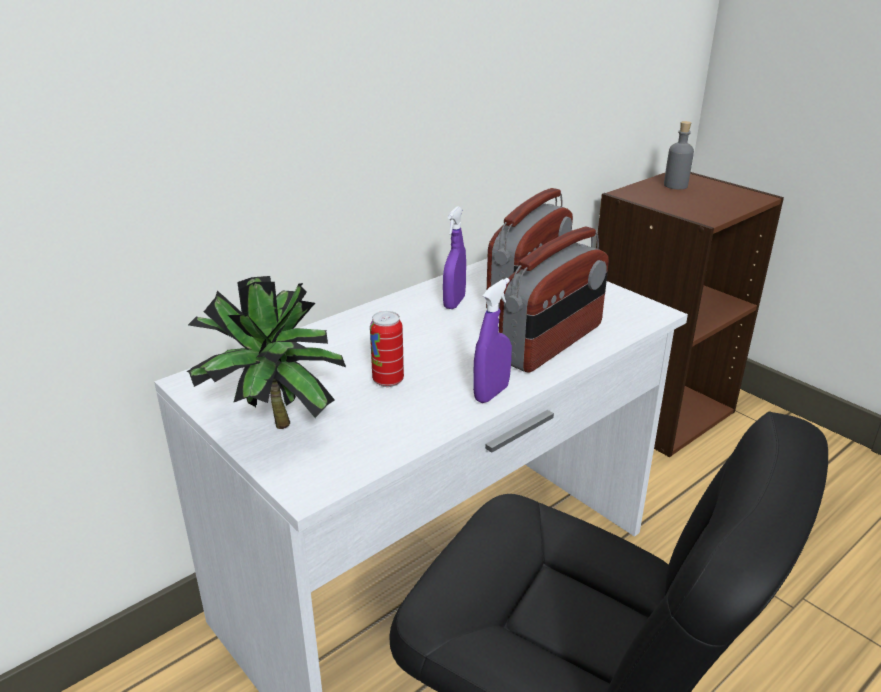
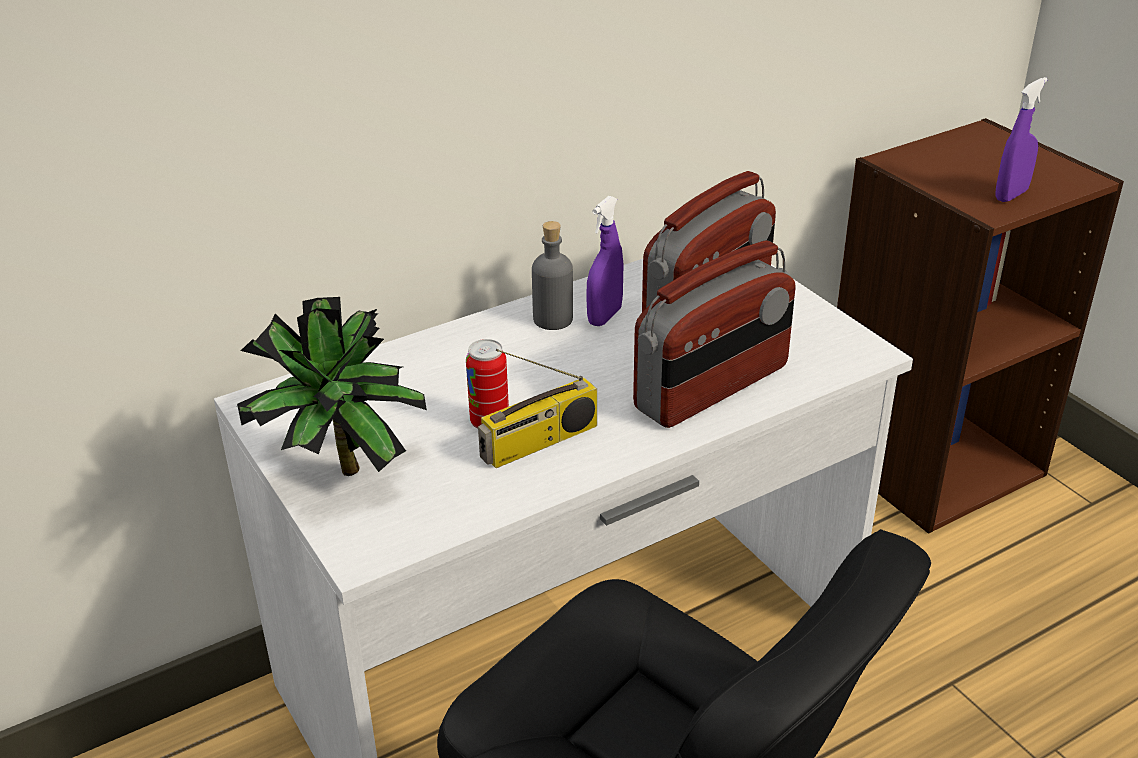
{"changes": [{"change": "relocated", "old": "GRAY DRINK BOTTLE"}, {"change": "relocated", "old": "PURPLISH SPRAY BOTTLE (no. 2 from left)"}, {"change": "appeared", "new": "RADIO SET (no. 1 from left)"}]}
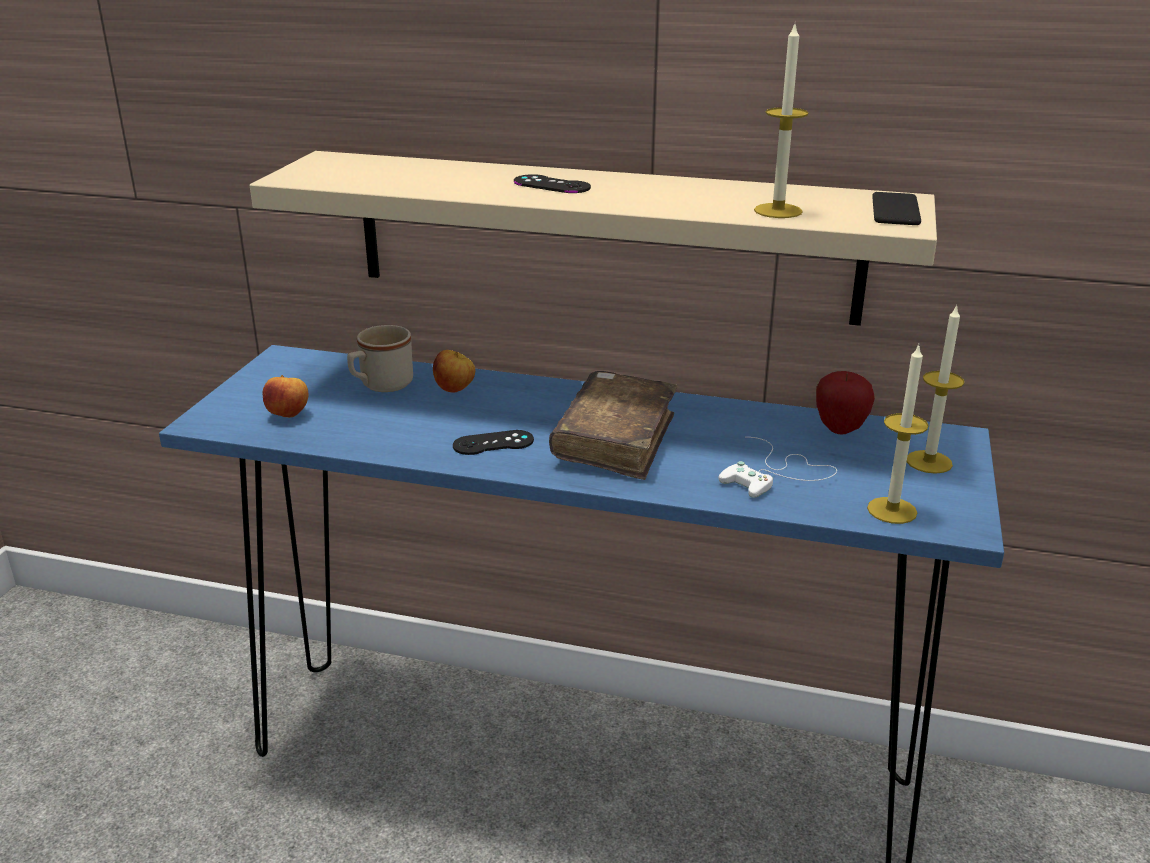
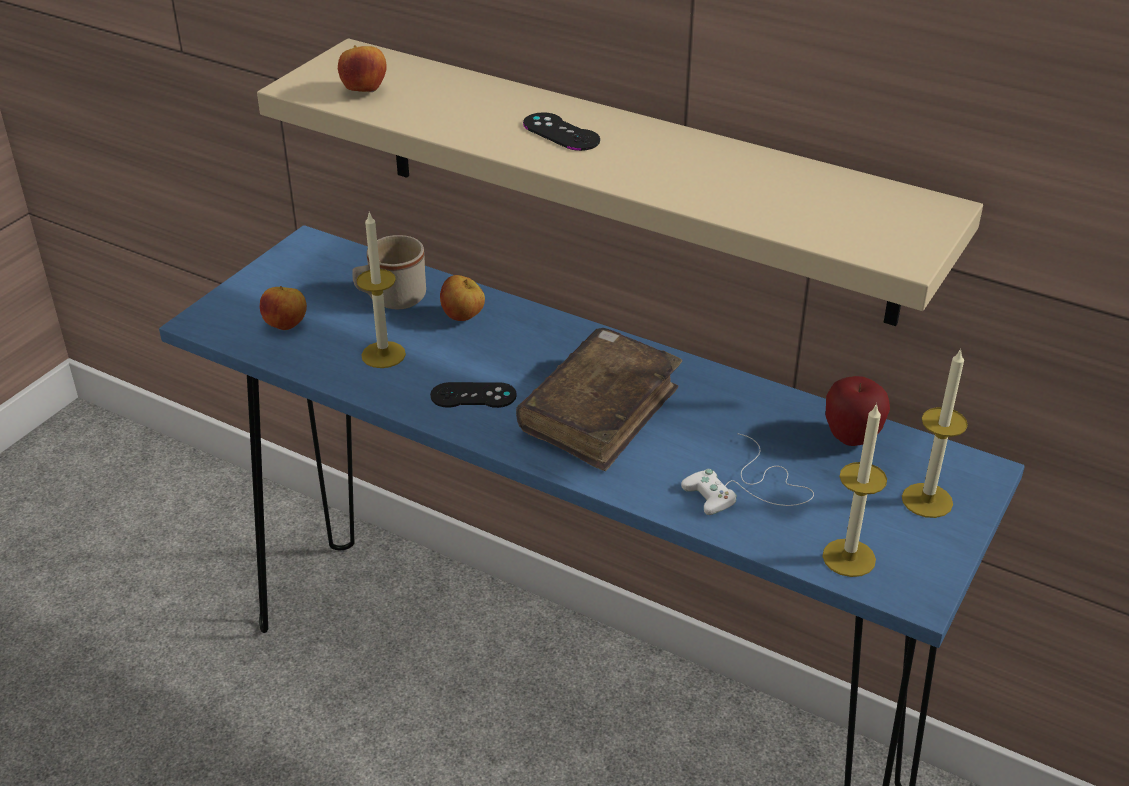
{"changes": [{"change": "relocated", "old": "WAX LIGHT (no. 1 from left)"}, {"change": "missing", "old": "HANDSET"}, {"change": "appeared", "new": "APPLE FRUIT (no. 2 from left)"}]}
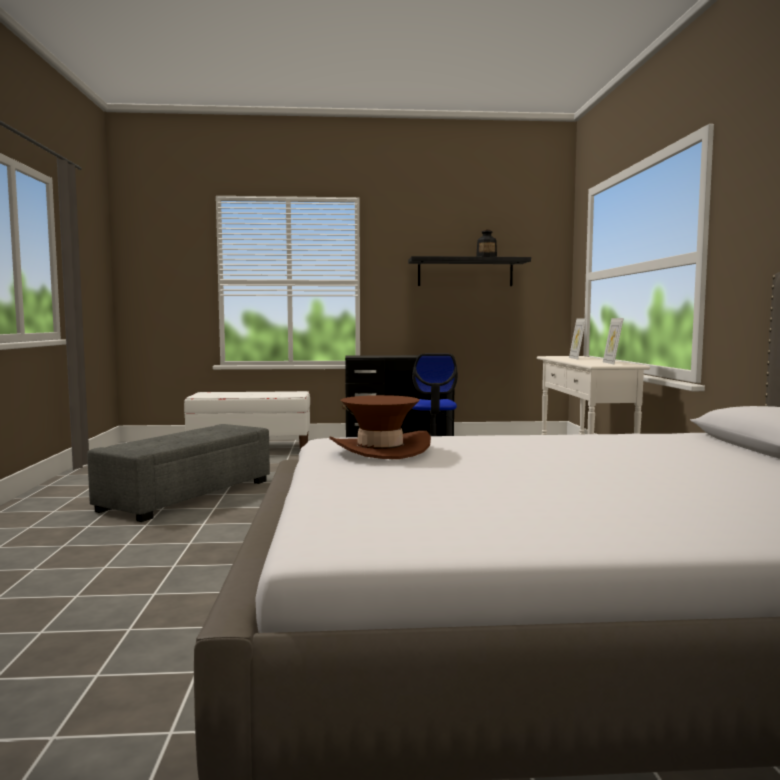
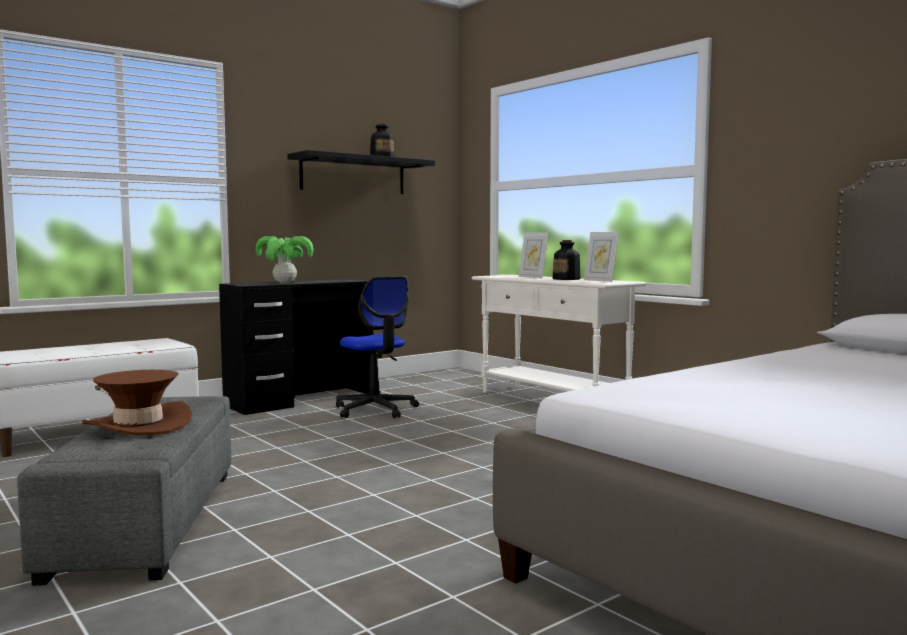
{"changes": [{"change": "relocated", "old": "BROWN-COLOURED CLOTHING HAT"}, {"change": "appeared", "new": "HOUSEPLANT"}, {"change": "appeared", "new": "DRINK BOTTLE (no. 2 from left)"}]}
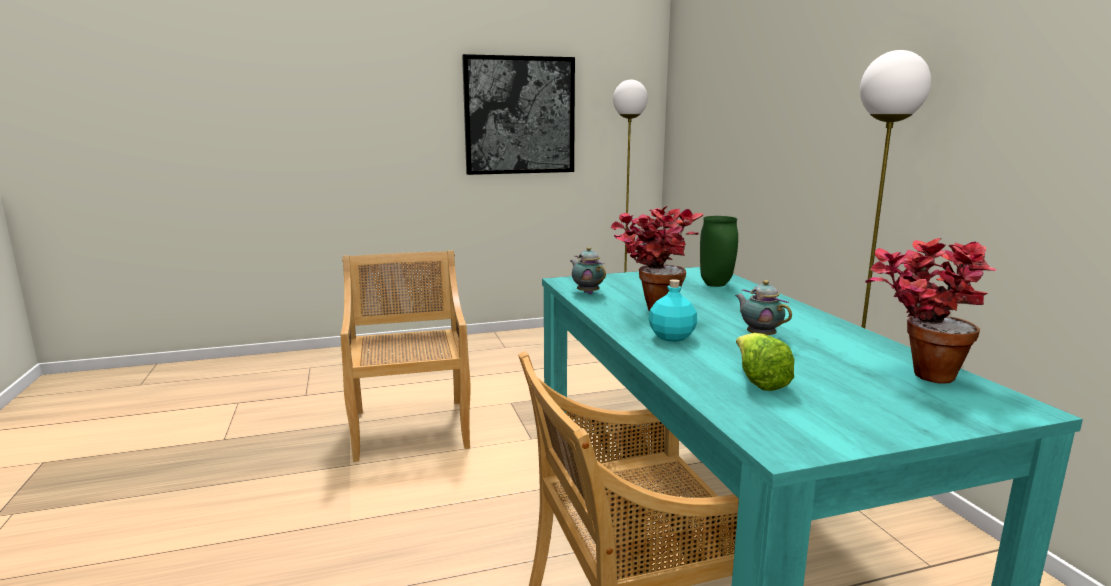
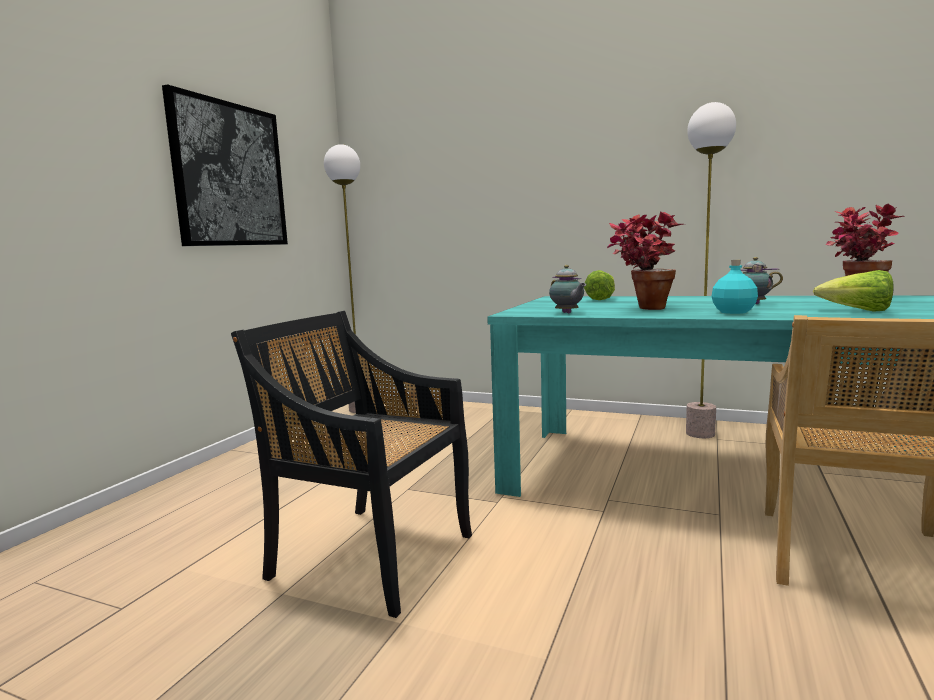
{"changes": [{"change": "exchanged", "old": "GREEN-COLOURED VASE", "new": "HEAD OF LETTUCE (no. 1 from left)"}, {"change": "spun", "old": "POT FOR TEA (no. 1 from left)", "degrees": -120}, {"change": "colour", "old": "BEIGE UPRIGHT CHAIR (no. 1 from left)", "new": "BLACK-COLOURED UPRIGHT CHAIR"}]}
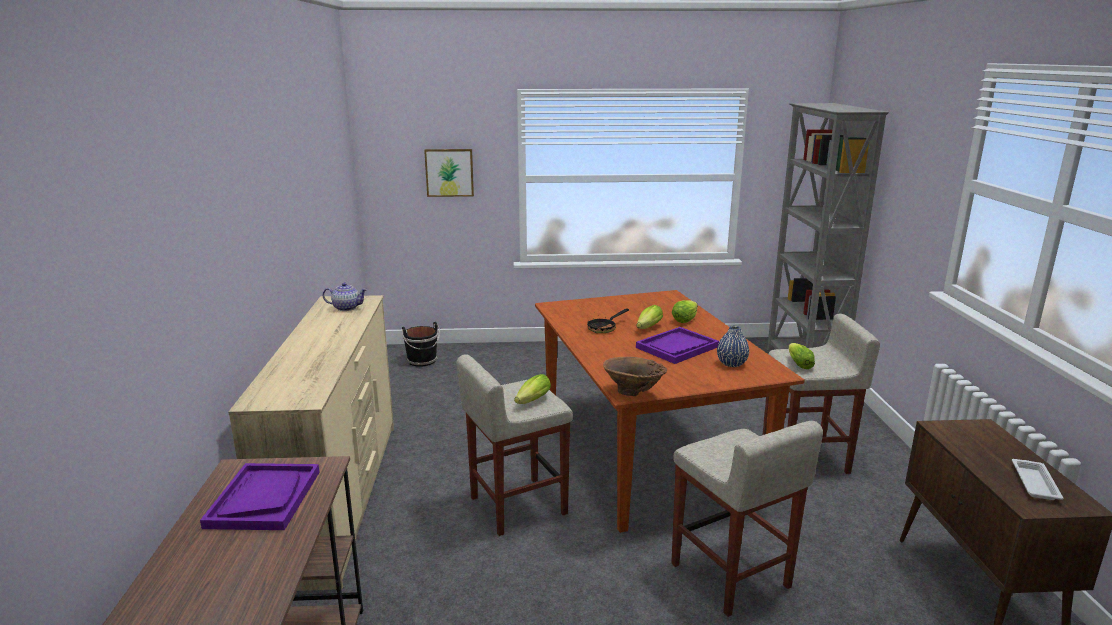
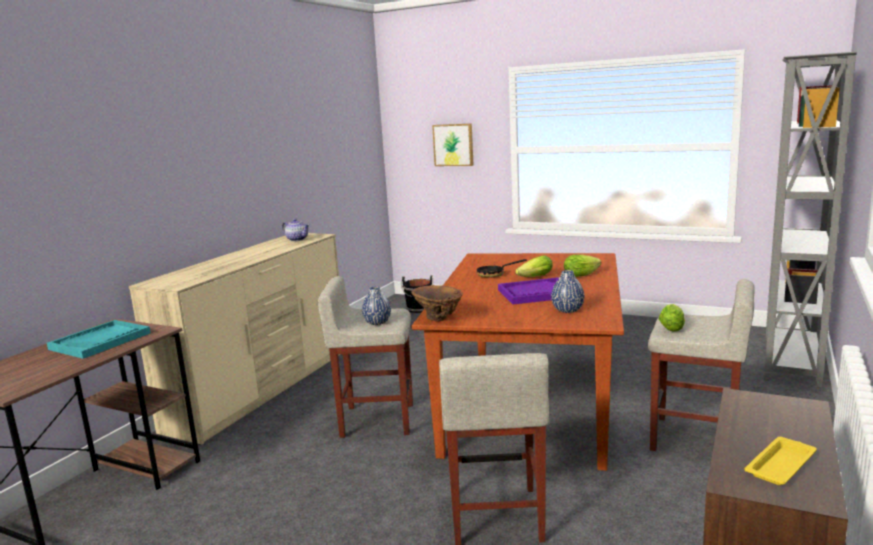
{"changes": [{"change": "exchanged", "old": "HEAD OF LETTUCE (no. 1 from left)", "new": "BLUE-COLOURED VASE (no. 1 from left)"}, {"change": "colour", "old": "WHITE TRAY", "new": "YELLOWISH TRAY"}, {"change": "colour", "old": "PURPLISH TRAY (no. 1 from left)", "new": "TURQUOISE-COLOURED TRAY"}]}
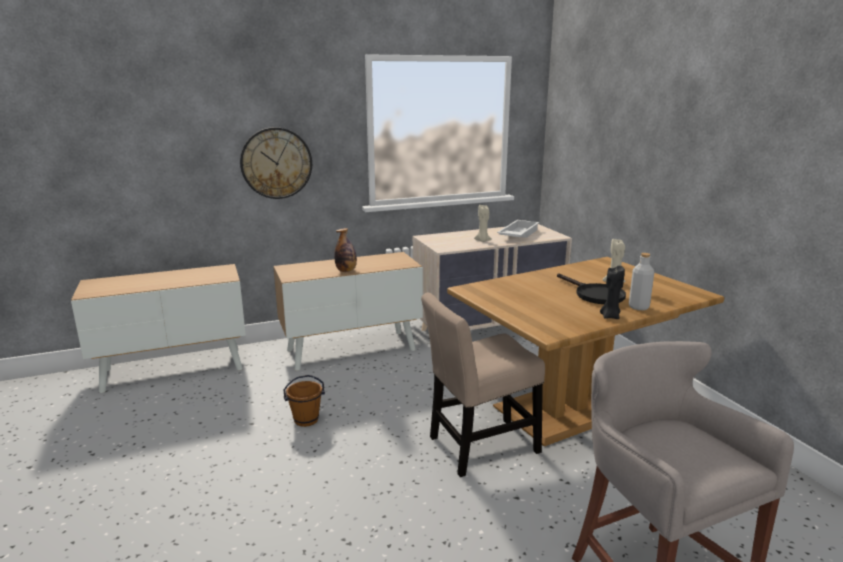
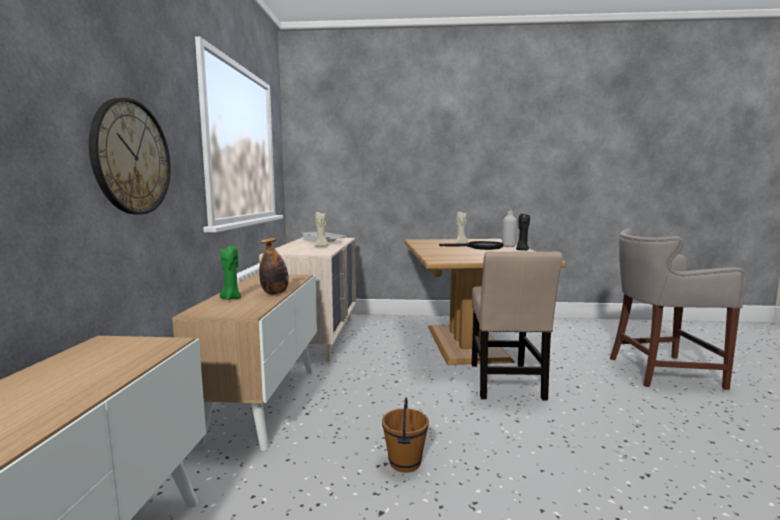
{"changes": [{"change": "appeared", "new": "GREEN-COLOURED WAX LIGHT"}]}
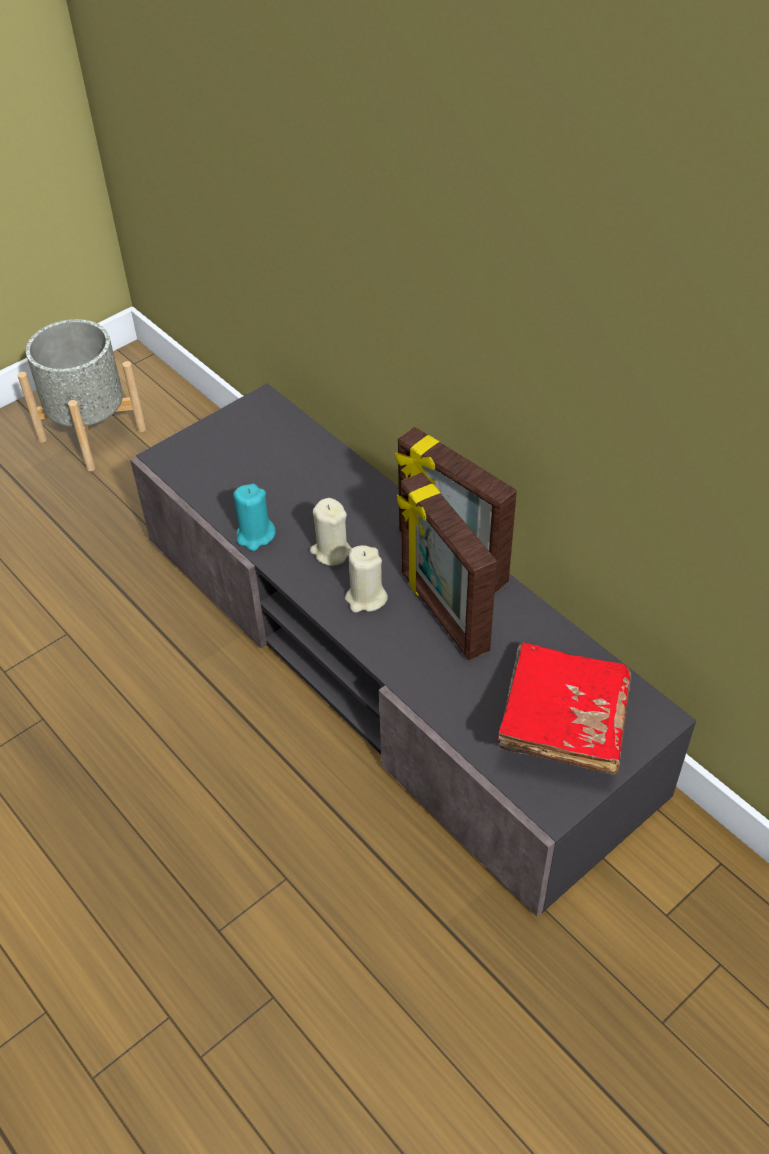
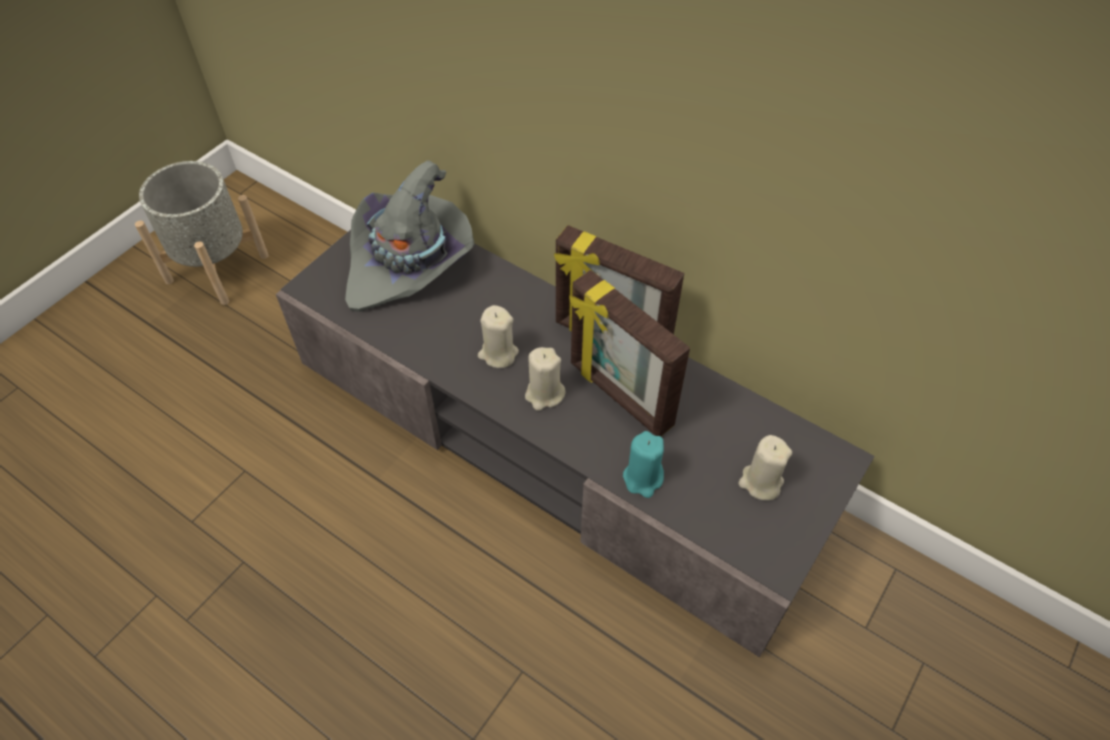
{"changes": [{"change": "relocated", "old": "TURQUOISE-COLOURED WAX LIGHT"}, {"change": "exchanged", "old": "RED BOOK", "new": "BEIGE WAX LIGHT (no. 3 from left)"}, {"change": "appeared", "new": "GRAY CLOTHING HAT"}]}
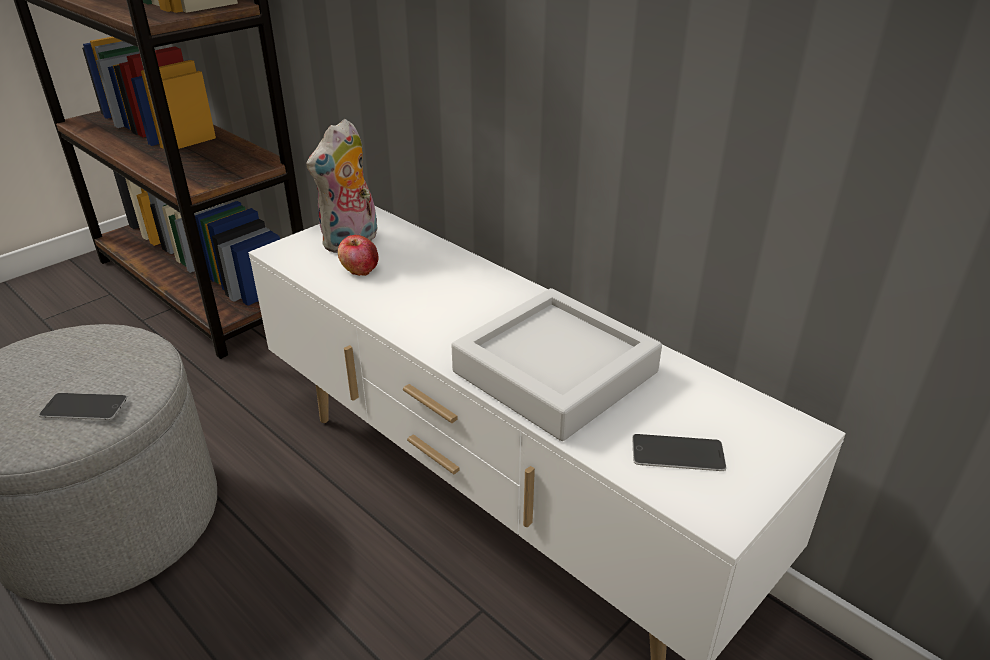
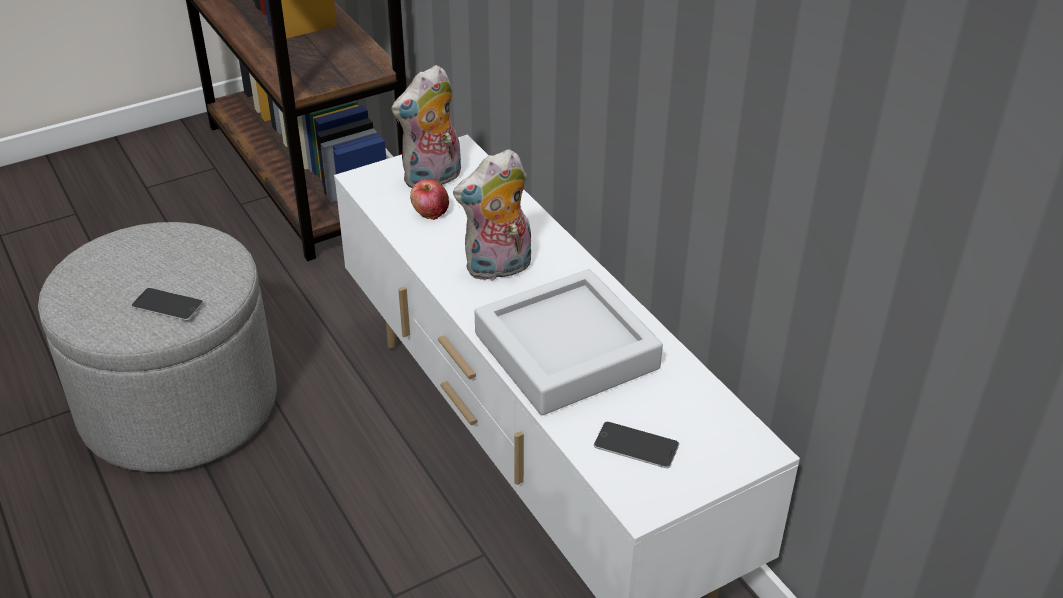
{"changes": [{"change": "appeared", "new": "CUDDLY TOY (no. 2 from left)"}]}
